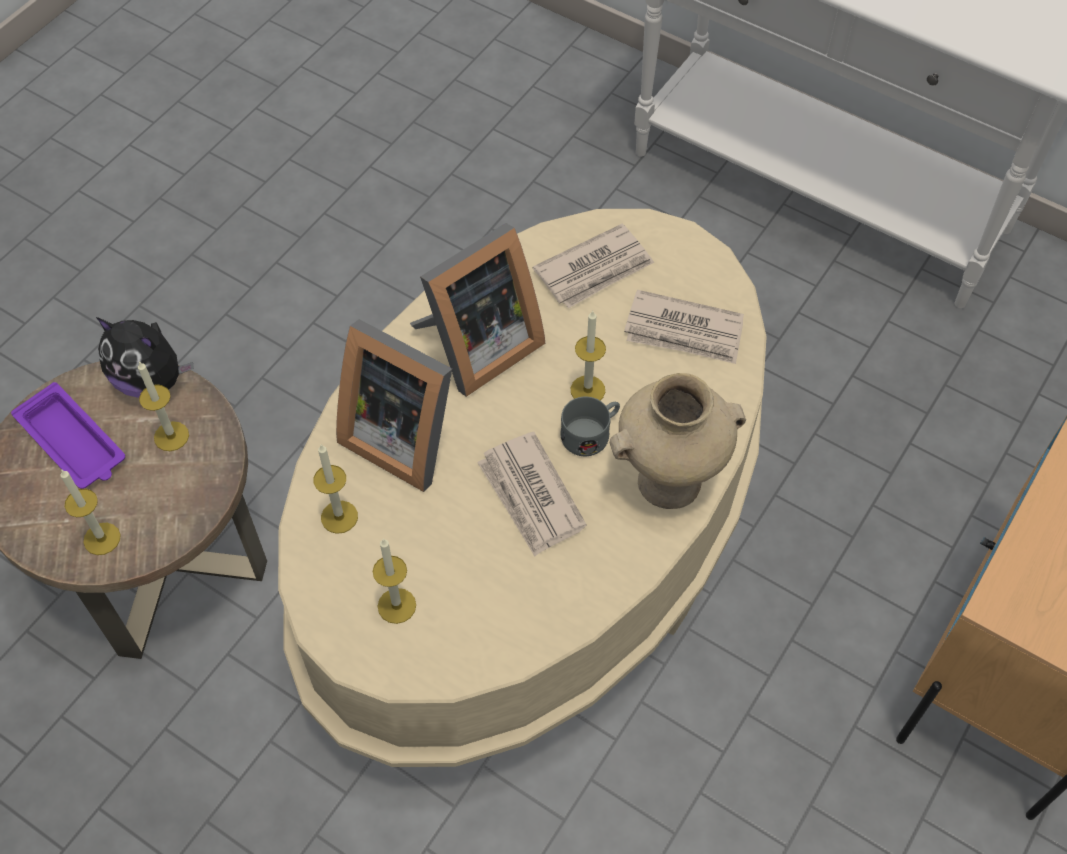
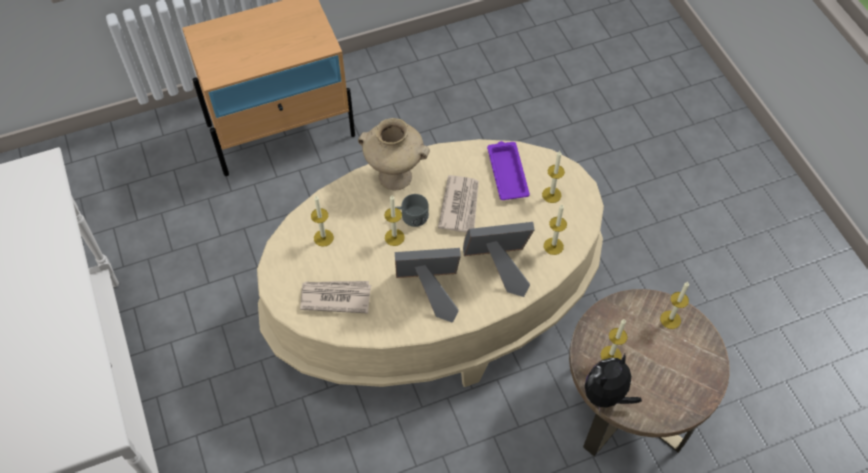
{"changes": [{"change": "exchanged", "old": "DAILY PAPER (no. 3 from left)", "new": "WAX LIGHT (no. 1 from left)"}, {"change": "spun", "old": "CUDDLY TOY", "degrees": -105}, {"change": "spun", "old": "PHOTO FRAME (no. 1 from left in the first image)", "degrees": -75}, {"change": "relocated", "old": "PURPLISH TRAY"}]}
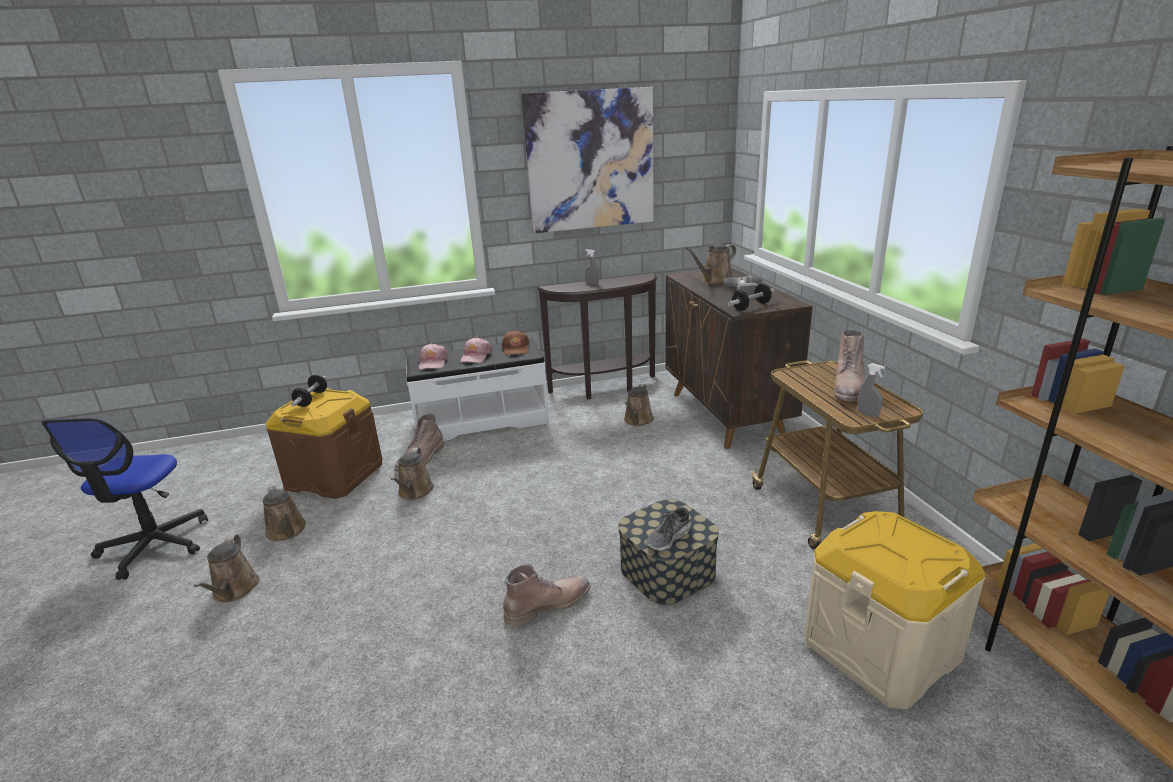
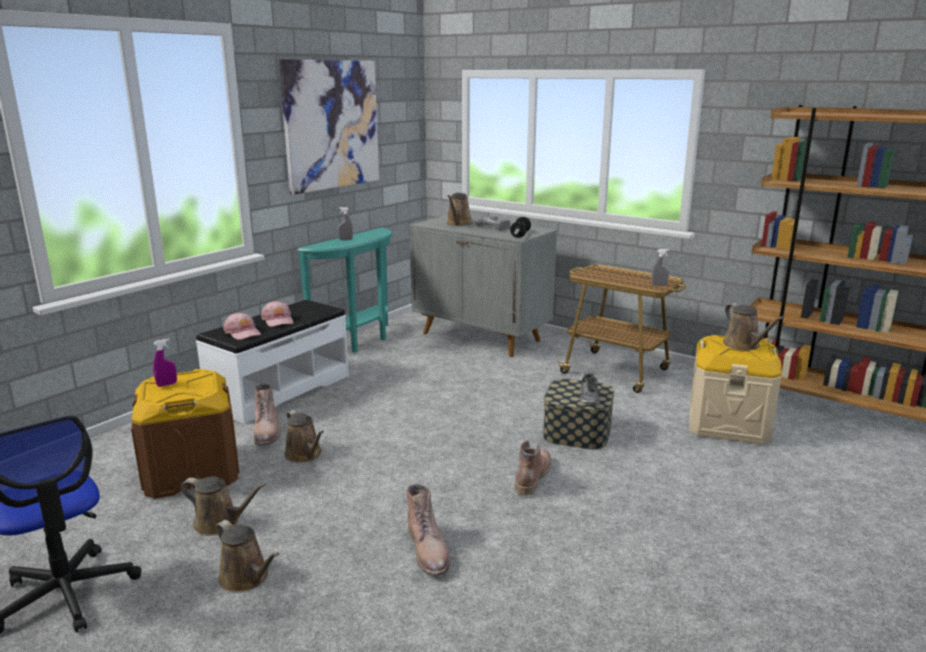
{"changes": [{"change": "colour", "old": "BROWN-COLOURED STORAGE CABINET", "new": "GRAY STORAGE CABINET"}, {"change": "colour", "old": "BROWN-COLOURED HALL TABLE", "new": "TURQUOISE-COLOURED HALL TABLE"}, {"change": "relocated", "old": "BROWN-COLOURED BOOT (no. 3 from left in the first image)", "new": "BROWN-COLOURED BOOT (no. 2 from left)"}, {"change": "missing", "old": "BROWN-COLOURED BASEBALL CAP"}, {"change": "exchanged", "old": "HAND WEIGHT (no. 1 from left)", "new": "PURPLISH SPRAY BOTTLE"}, {"change": "relocated", "old": "BROWN-COLOURED WATERING POT (no. 4 from left in the first image)", "new": "BROWN-COLOURED WATERING POT (no. 5 from left)"}]}
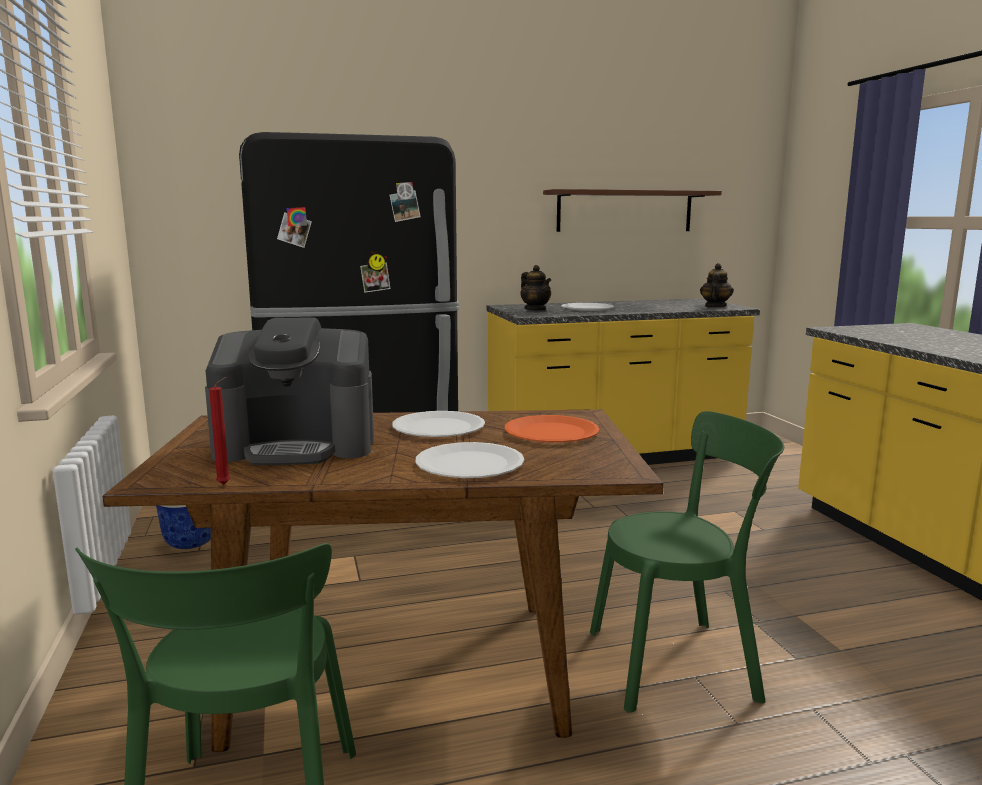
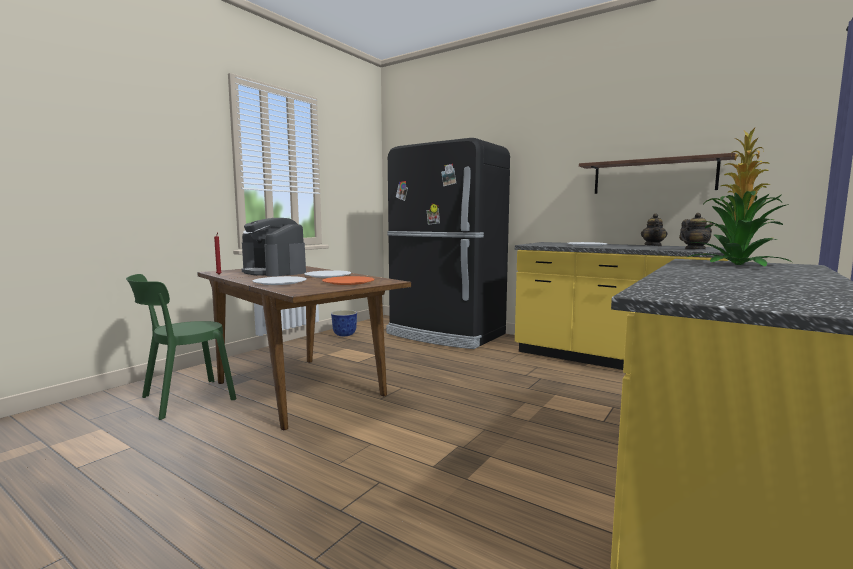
{"changes": [{"change": "relocated", "old": "POT FOR TEA (no. 1 from left)"}, {"change": "missing", "old": "GREEN-COLOURED UPRIGHT CHAIR (no. 2 from left)"}, {"change": "appeared", "new": "HOUSEPLANT"}]}
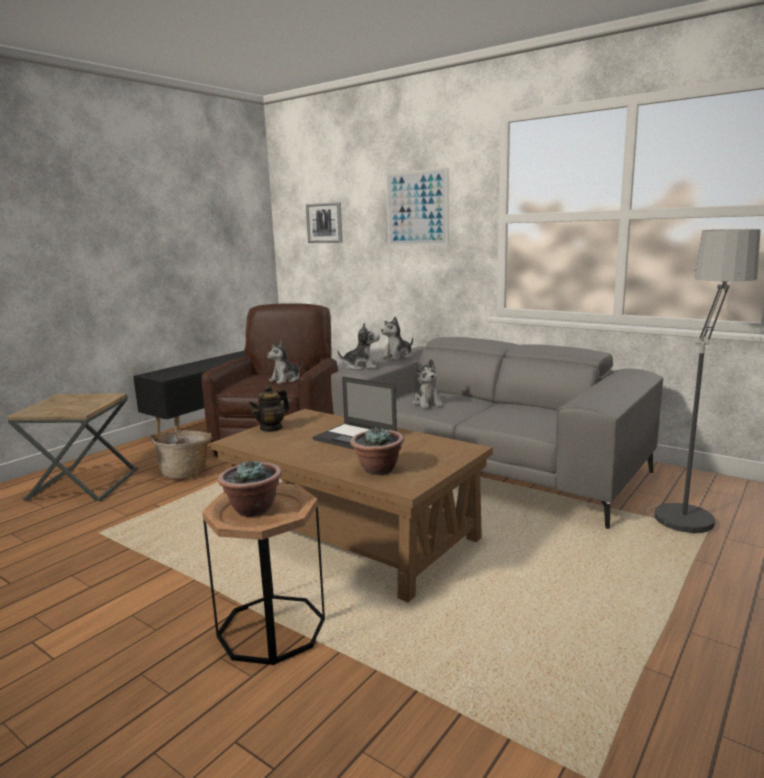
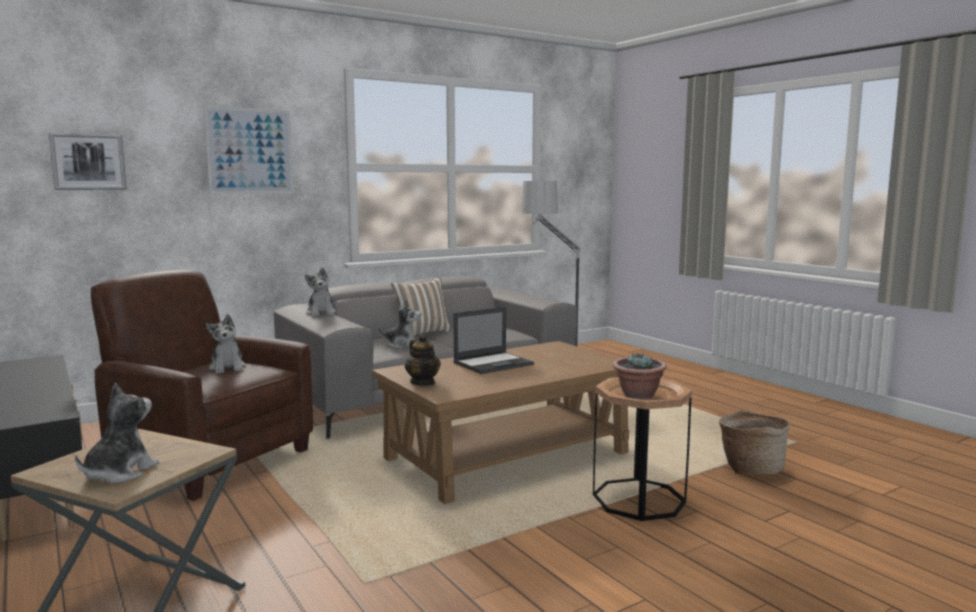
{"changes": [{"change": "relocated", "old": "CUDDLY TOY (no. 2 from left in the first image)", "new": "CUDDLY TOY (no. 1 from left)"}, {"change": "missing", "old": "HOUSEPLANT (no. 2 from left)"}, {"change": "relocated", "old": "STORAGE BASKET"}, {"change": "appeared", "new": "THROW PILLOW"}]}
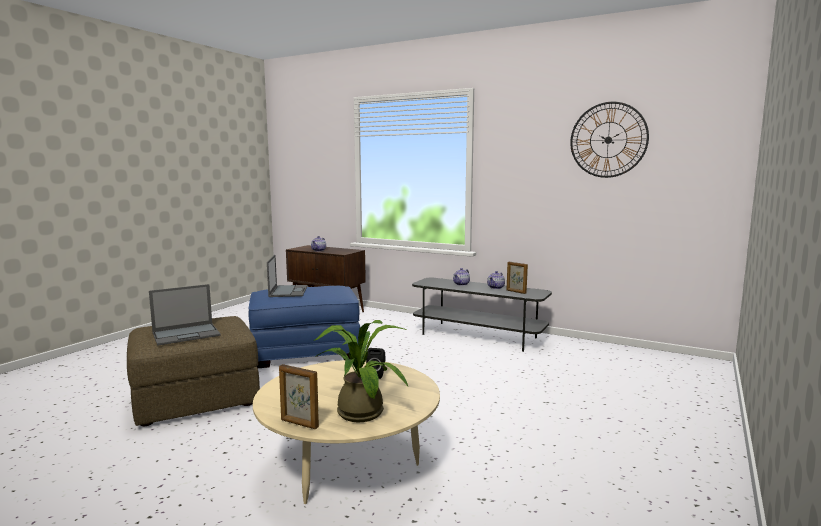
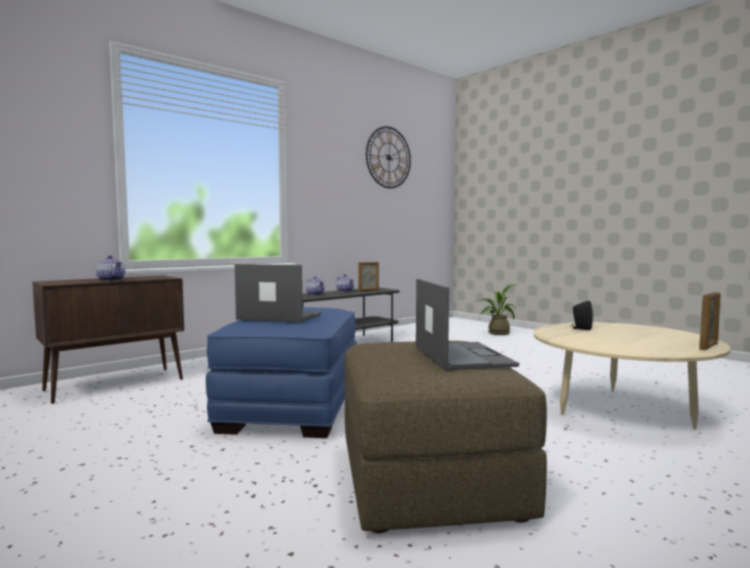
{"changes": [{"change": "relocated", "old": "HOUSEPLANT"}]}
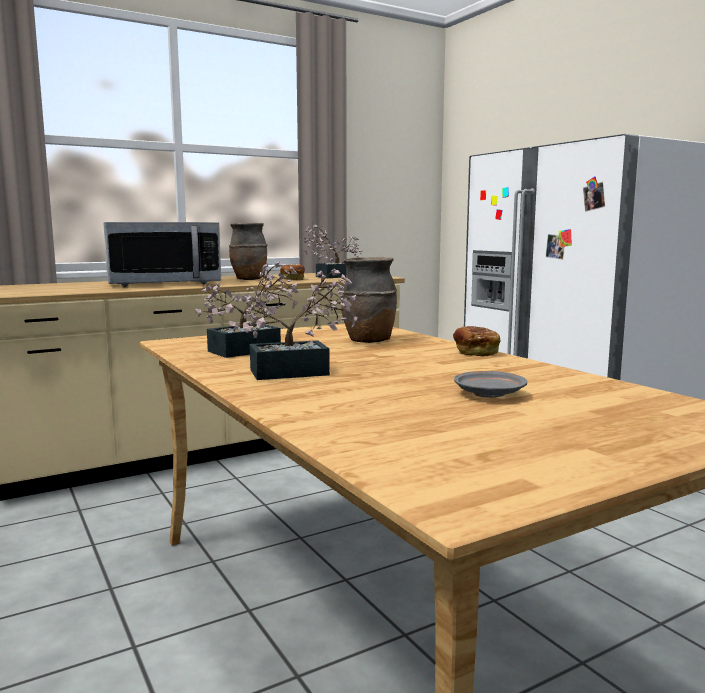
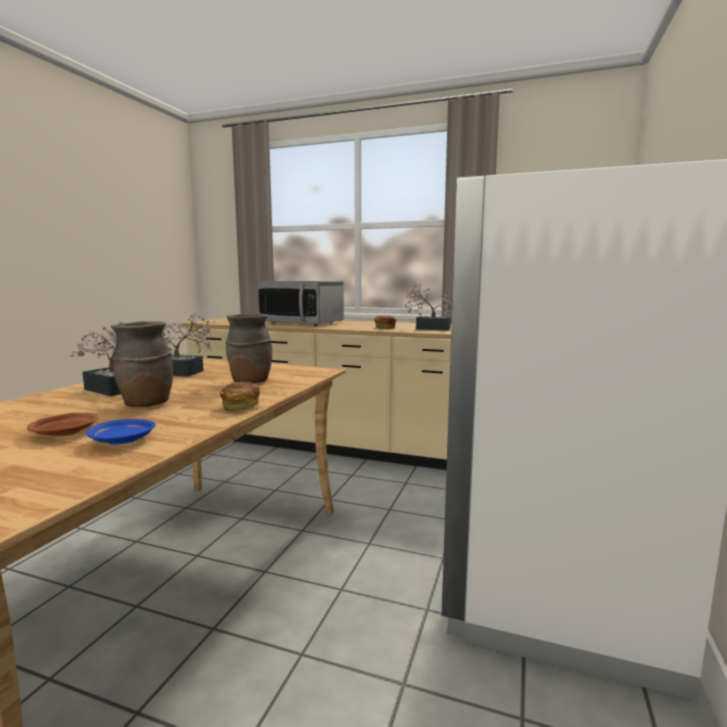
{"changes": [{"change": "relocated", "old": "BROWN-COLOURED VASE (no. 1 from left)"}, {"change": "colour", "old": "GRAY DINNER PLATE", "new": "BROWN-COLOURED DINNER PLATE"}, {"change": "appeared", "new": "BLUE-COLOURED DINNER PLATE"}]}
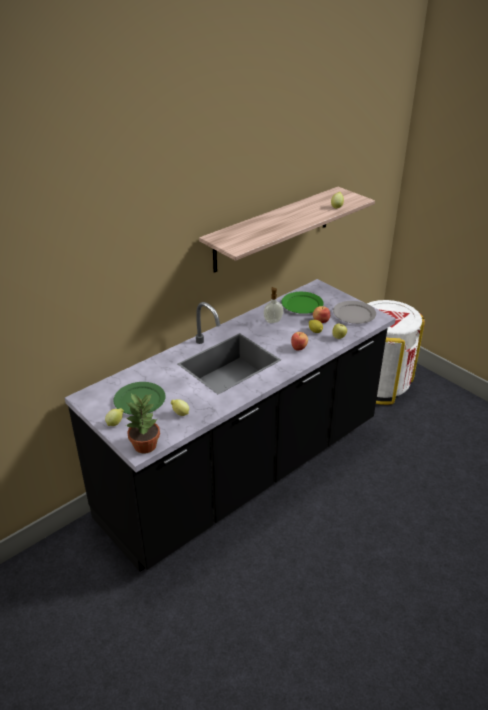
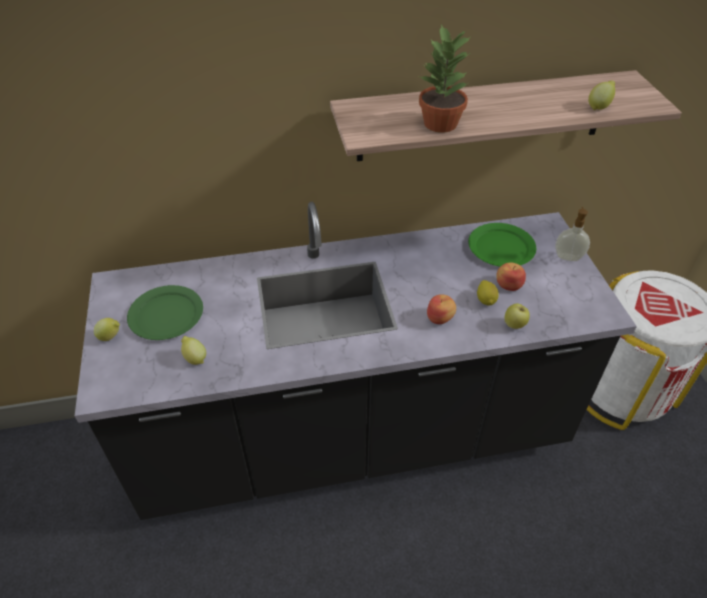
{"changes": [{"change": "relocated", "old": "SOAP BOTTLE"}, {"change": "missing", "old": "GRAY DINNER PLATE"}, {"change": "relocated", "old": "HOUSEPLANT"}]}
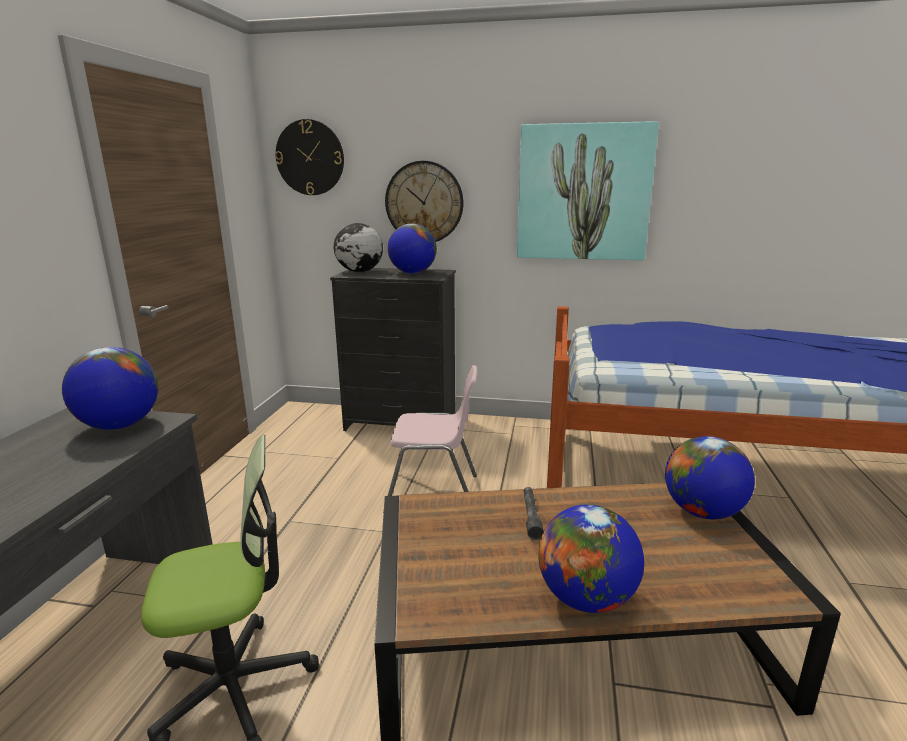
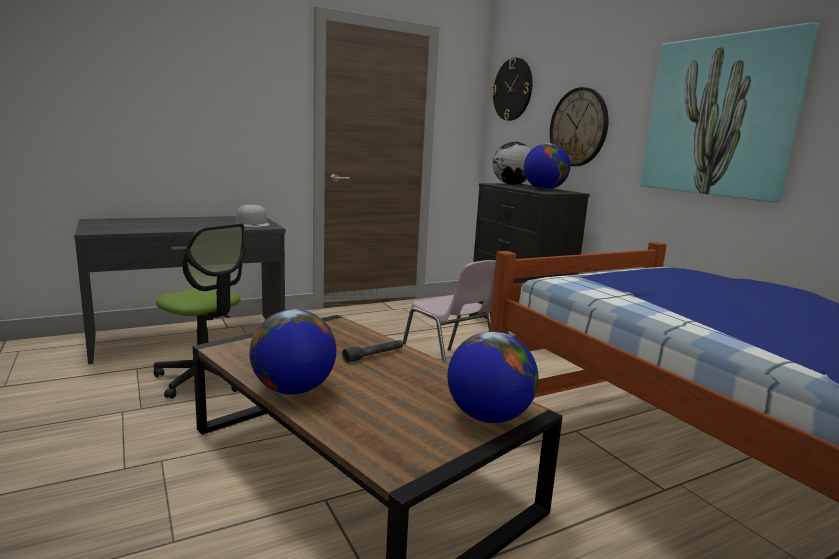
{"changes": [{"change": "exchanged", "old": "DESK GLOBE (no. 1 from left)", "new": "WHITE BASEBALL CAP"}]}
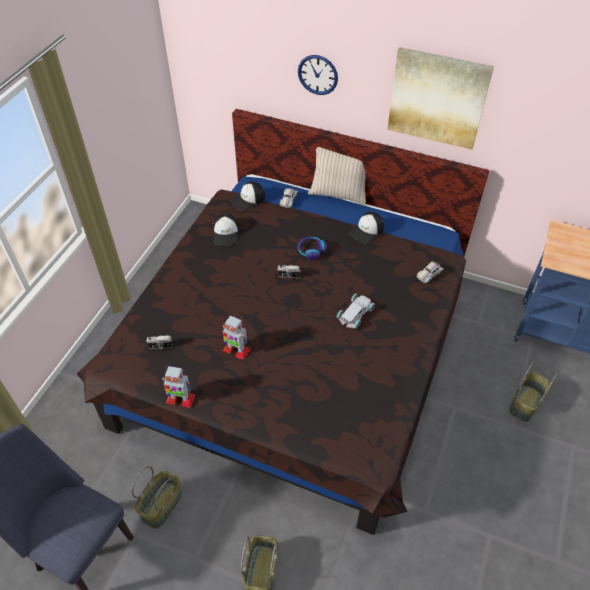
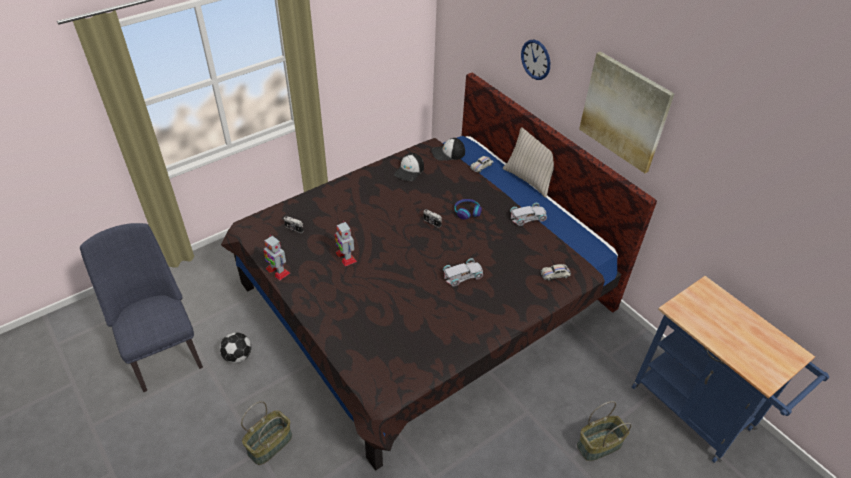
{"changes": [{"change": "exchanged", "old": "BASEBALL CAP (no. 3 from left)", "new": "WHITE MINIATURE CAR (no. 3 from left)"}, {"change": "exchanged", "old": "STORAGE BASKET (no. 1 from left)", "new": "FOOTBALL"}]}
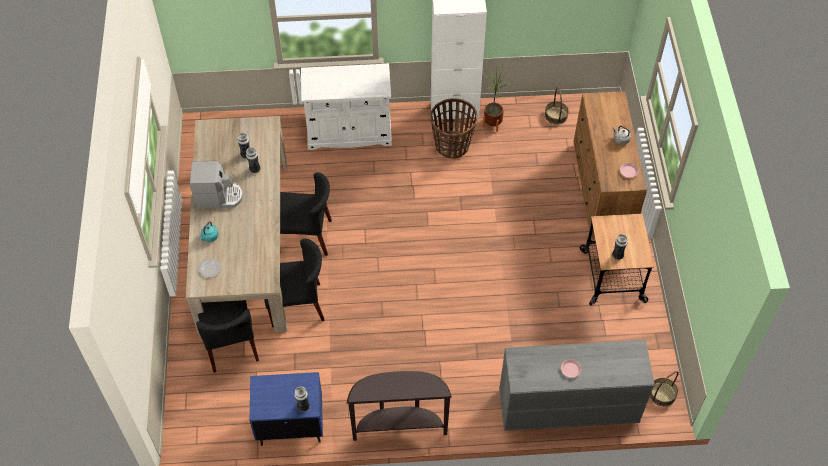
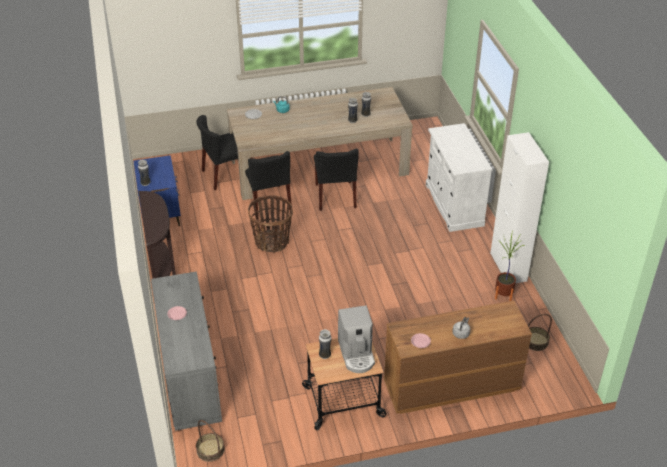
{"changes": [{"change": "relocated", "old": "STORAGE BASKET (no. 1 from left in the first image)", "new": "STORAGE BASKET (no. 2 from left)"}, {"change": "relocated", "old": "COFFEE MACHINE"}]}
